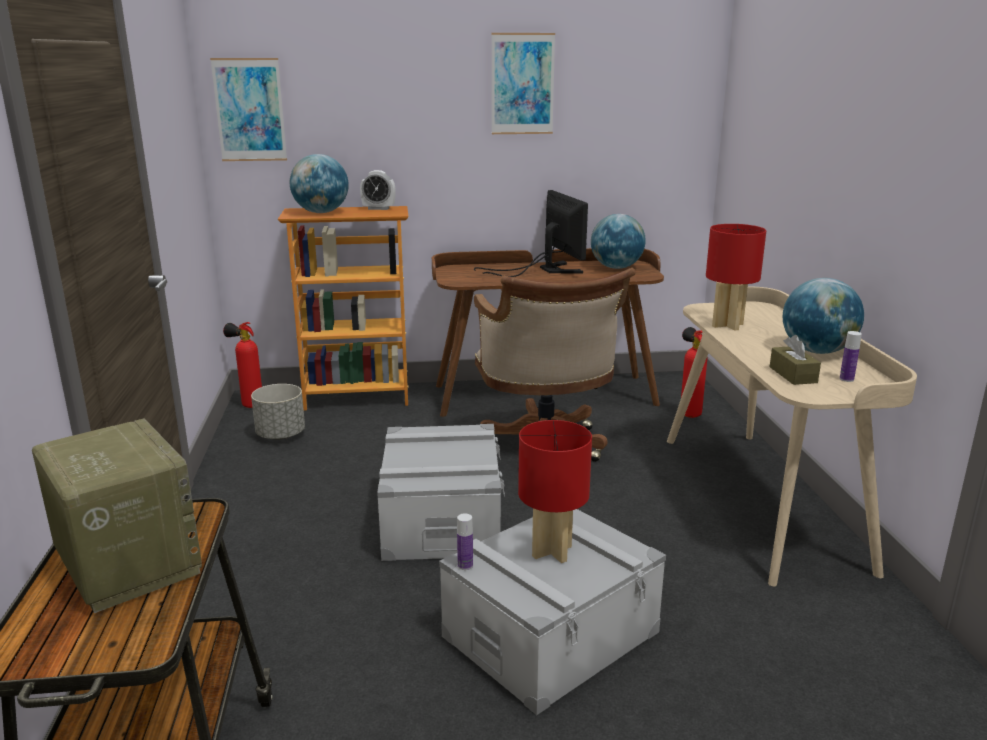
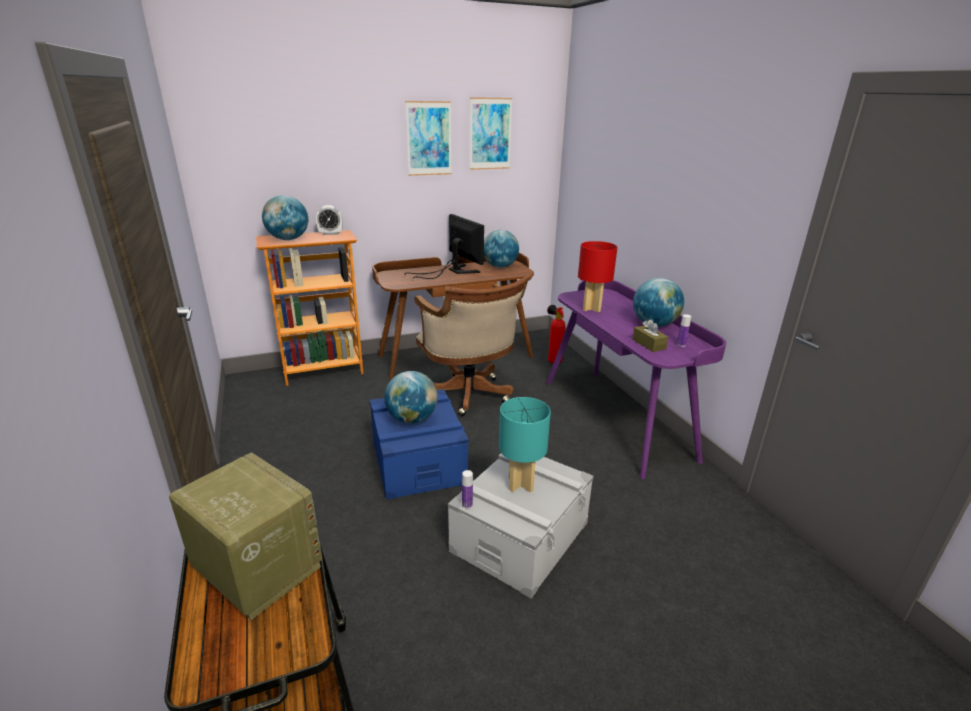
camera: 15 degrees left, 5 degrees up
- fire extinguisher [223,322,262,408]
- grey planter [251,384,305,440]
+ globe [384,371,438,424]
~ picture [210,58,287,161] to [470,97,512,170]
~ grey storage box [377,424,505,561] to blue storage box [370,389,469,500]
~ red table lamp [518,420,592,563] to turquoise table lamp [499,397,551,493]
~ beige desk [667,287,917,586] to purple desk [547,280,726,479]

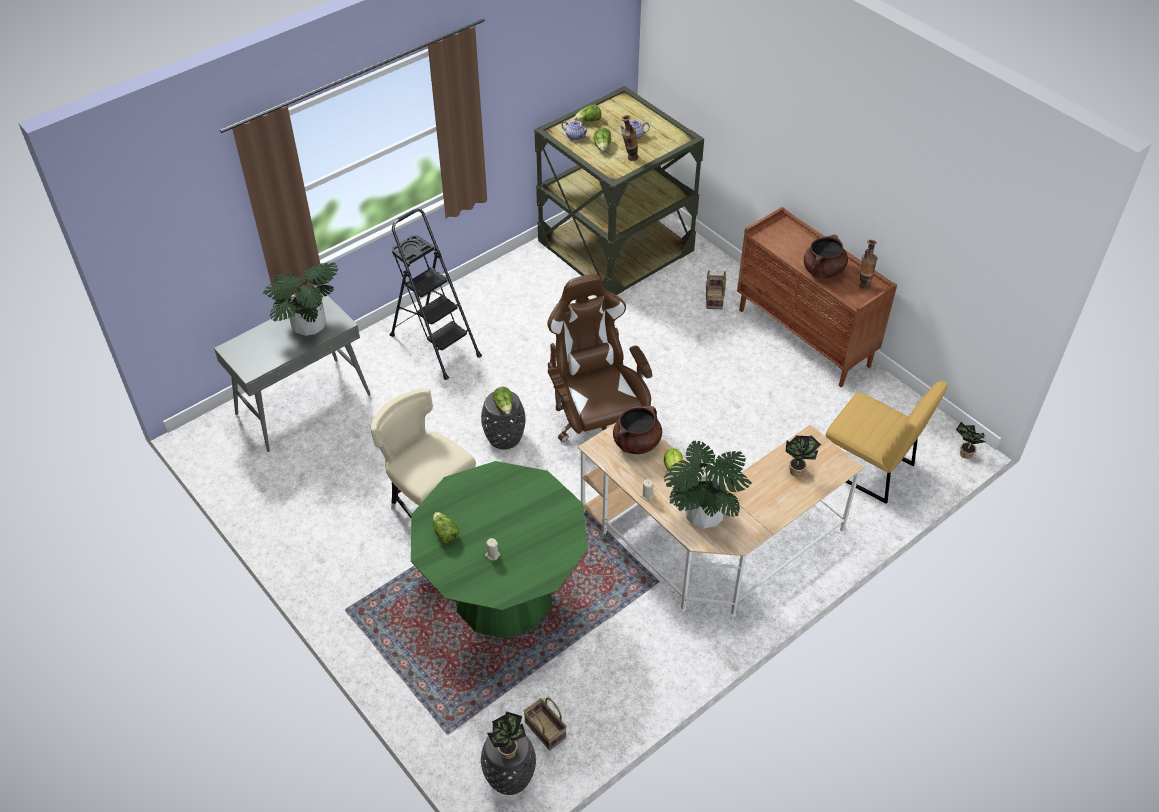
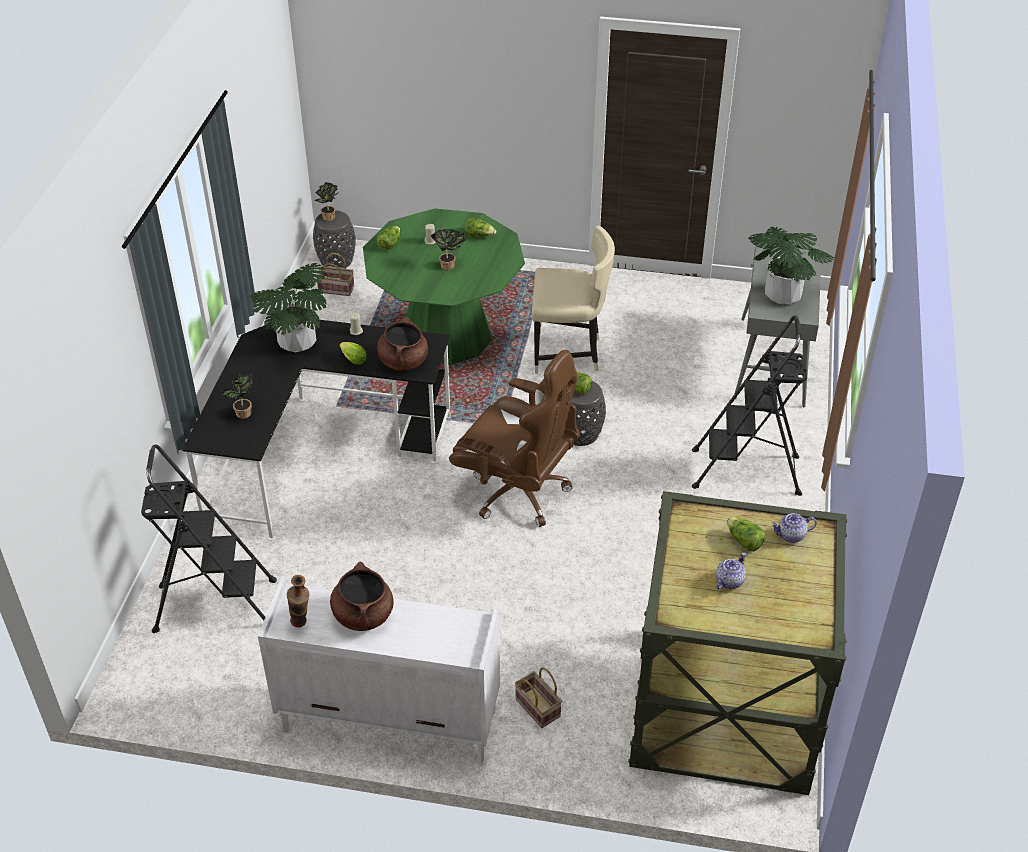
camera: 140 degrees right, 5 degrees down
- vase [621,115,638,161]
~ lettuce [574,104,601,122] to [377,226,401,250]
~ potted plant [956,422,986,459] to [431,229,465,270]
~ yellow chair [825,381,948,504] to step ladder [141,445,277,633]
~ beige desk [578,423,864,617] to black desk [182,320,450,541]
~ brown cabinet [737,207,897,387] to white cabinet [258,576,500,764]

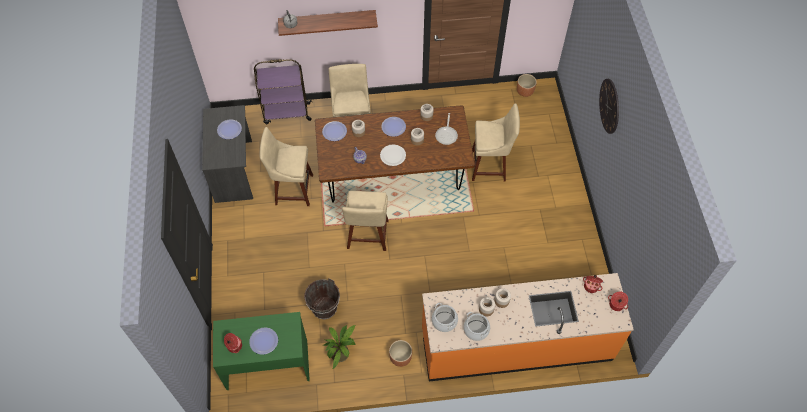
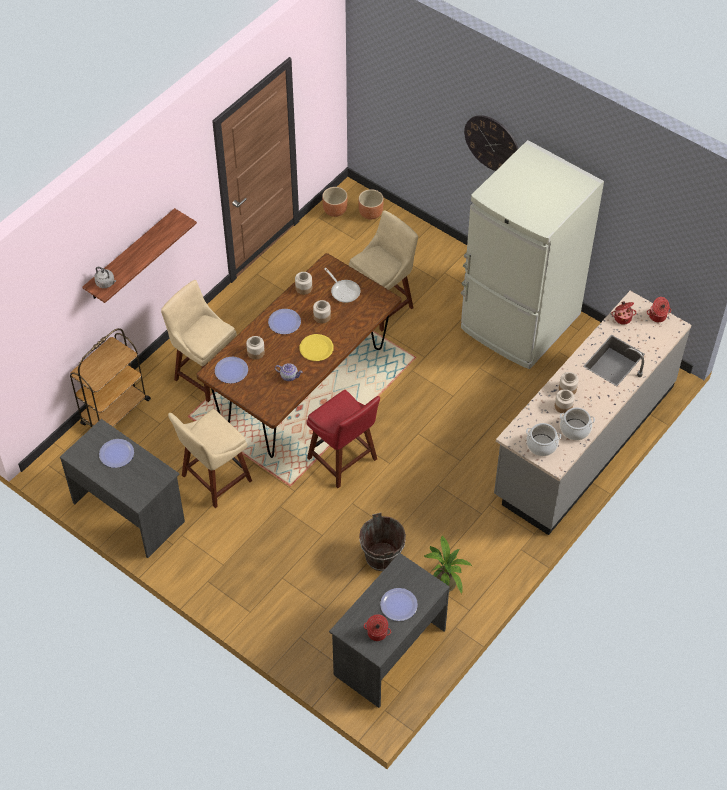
camera: 45 degrees left, 5 degrees down
+ white fridge [461,140,604,369]
~ brown planter [389,340,412,367] to [358,189,384,219]
~ green desk [213,312,310,390] to grey desk [329,553,450,708]
~ purple cart [254,59,312,124] to brown cart [70,328,151,427]
~ beige chair [342,191,389,251] to red chair [307,390,380,488]
~ white plate [380,144,406,166] to yellow plate [299,334,334,361]
~ orange counter [422,273,634,381] to grey counter [494,291,692,535]

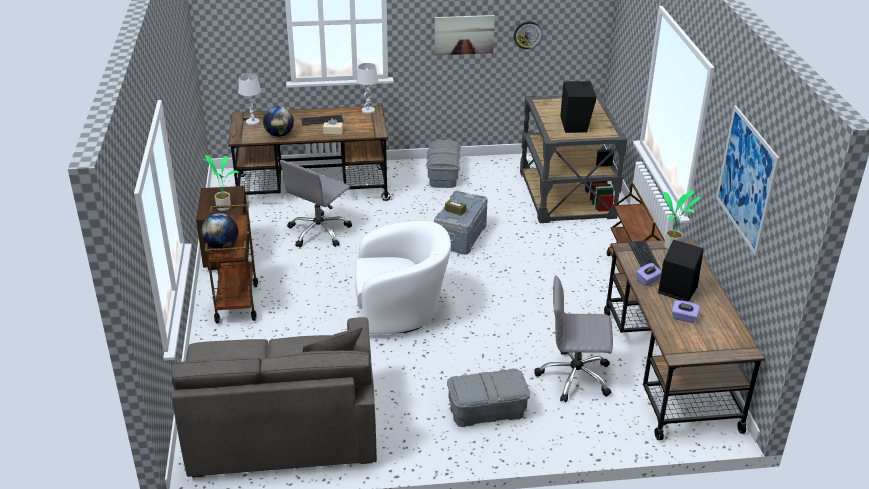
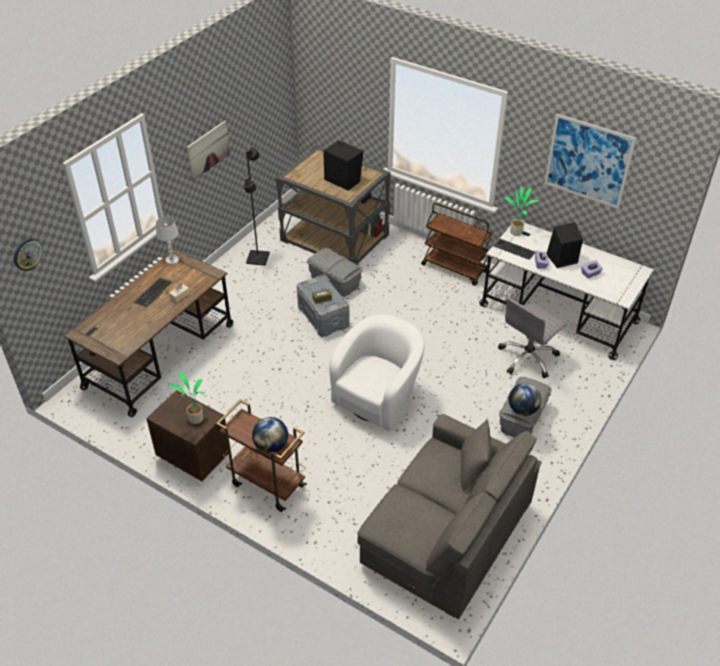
camera: 50 degrees left, 10 degrees up
- white table lamp [238,73,261,125]
- grey office chair [280,160,352,247]
+ black floor lamp [243,147,270,266]
~ globe [263,106,294,137] to [509,383,541,416]
~ grey storage box [426,140,461,188] to [307,248,363,297]
~ wall clock [514,21,543,49] to [14,238,43,271]
~ brown desk [604,239,765,441] to white desk [479,222,654,360]

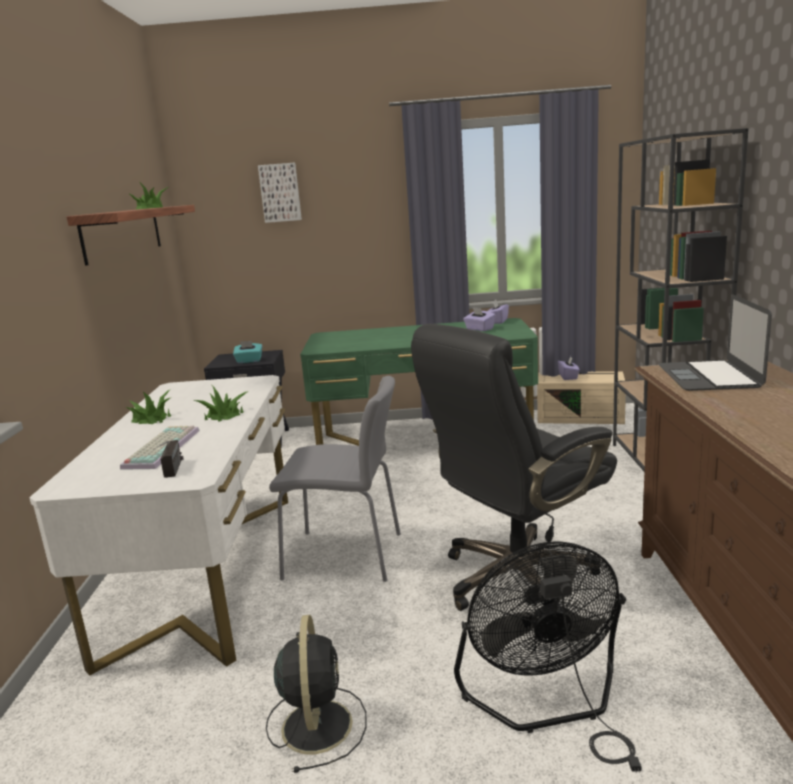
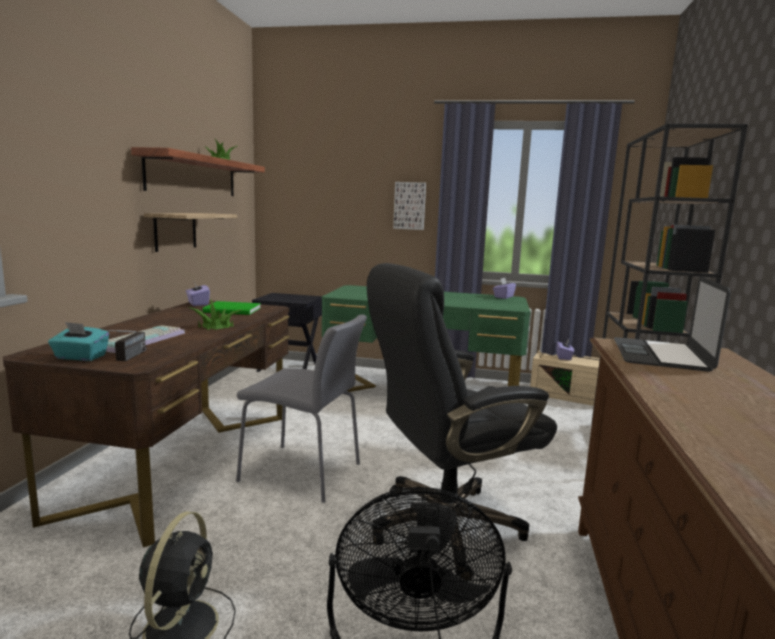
camera: 10 degrees right, 5 degrees down
- potted plant [126,389,171,424]
+ shelf [144,213,237,252]
+ green book [203,301,261,315]
~ turquoise tissue box [233,341,262,363] to [48,322,109,361]
~ picture [258,163,302,223] to [393,182,426,230]
~ purple tissue box [463,307,496,331] to [186,282,210,306]
~ white desk [29,375,288,676] to brown desk [3,300,289,547]

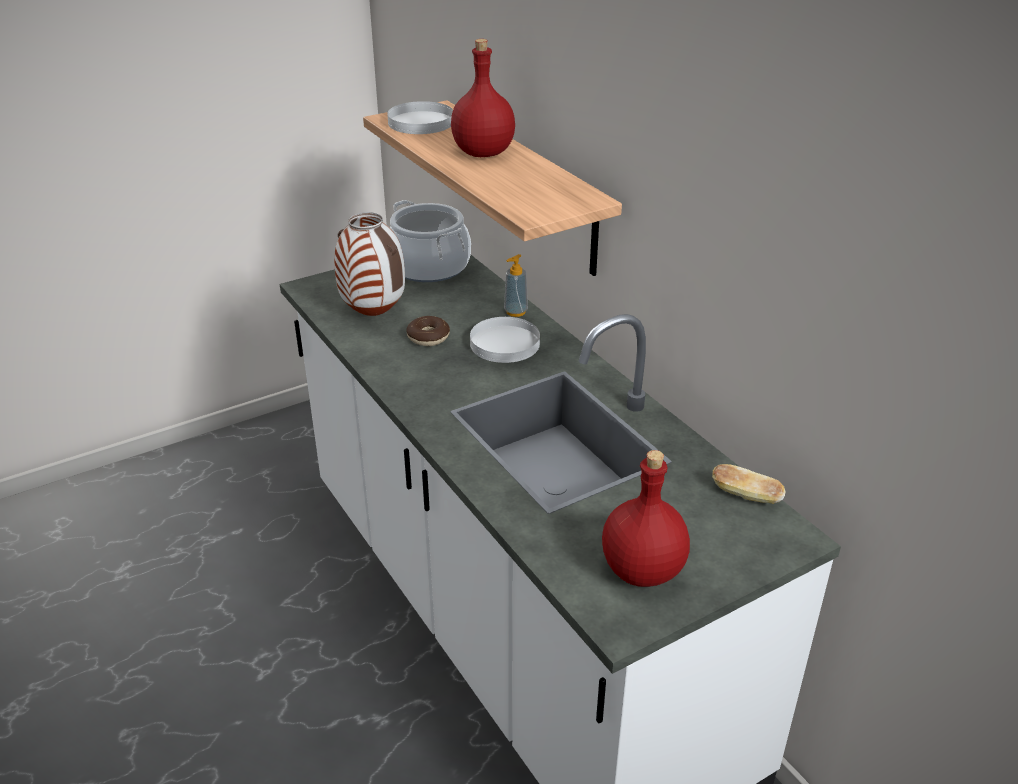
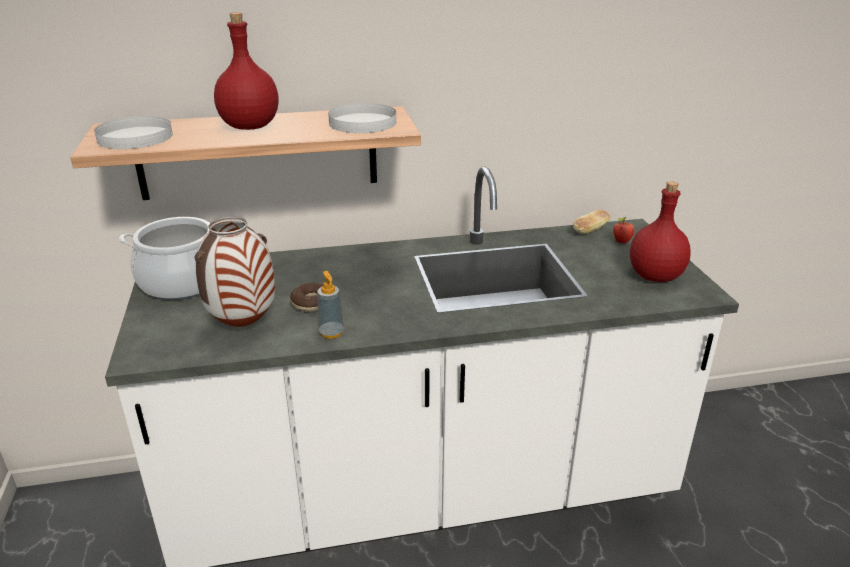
camera: 70 degrees left, 5 degrees down
+ apple [613,217,635,244]
~ white plate [470,317,540,363] to [328,103,396,133]
~ soap dispenser [504,254,528,317] to [317,271,344,339]

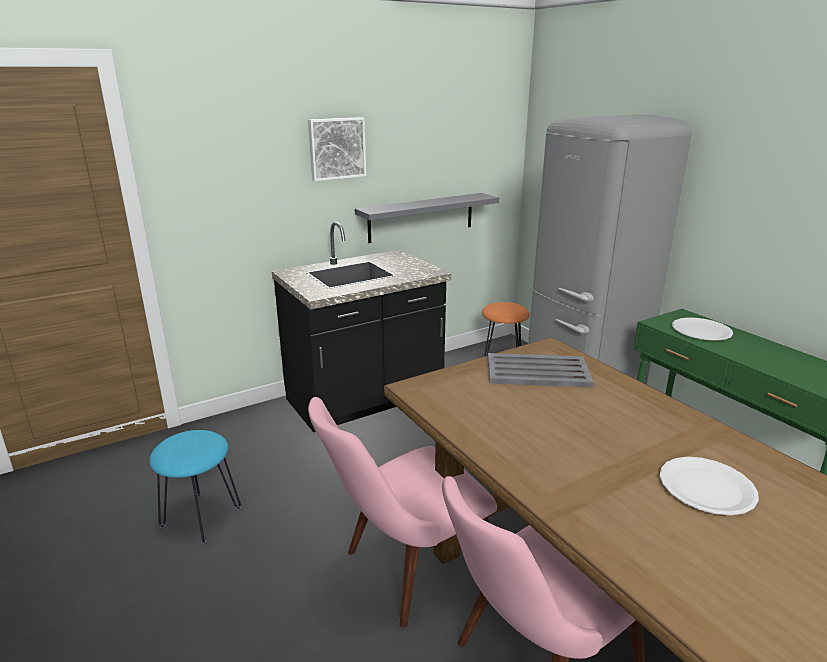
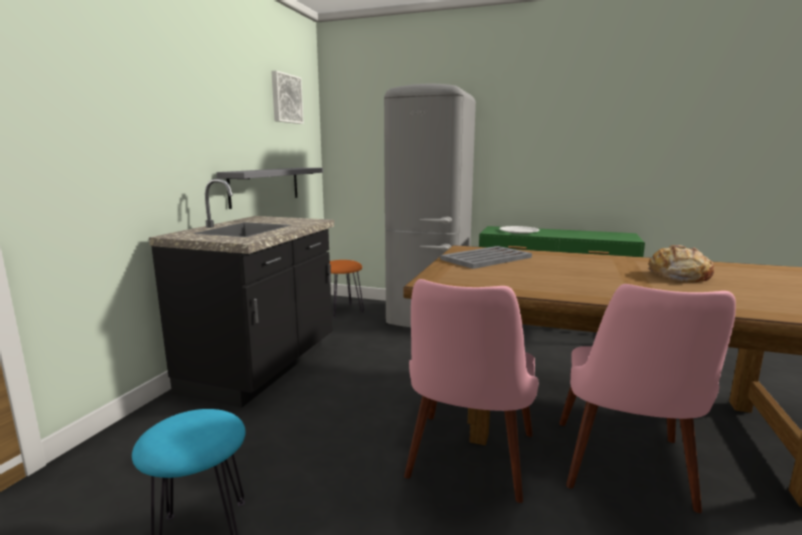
camera: 40 degrees left, 10 degrees down
~ picture [308,117,366,181] to [271,71,304,124]
~ white plate [660,457,759,515] to bread [648,245,714,282]

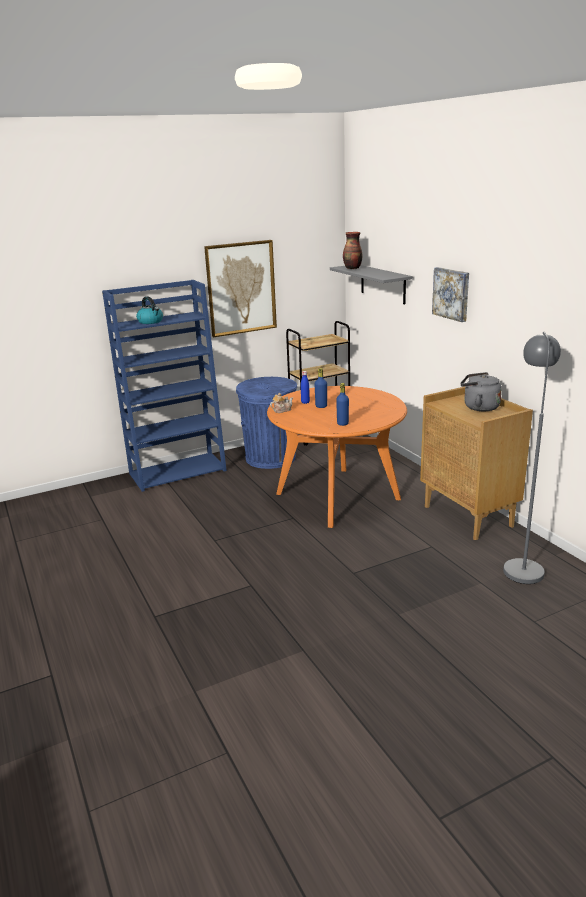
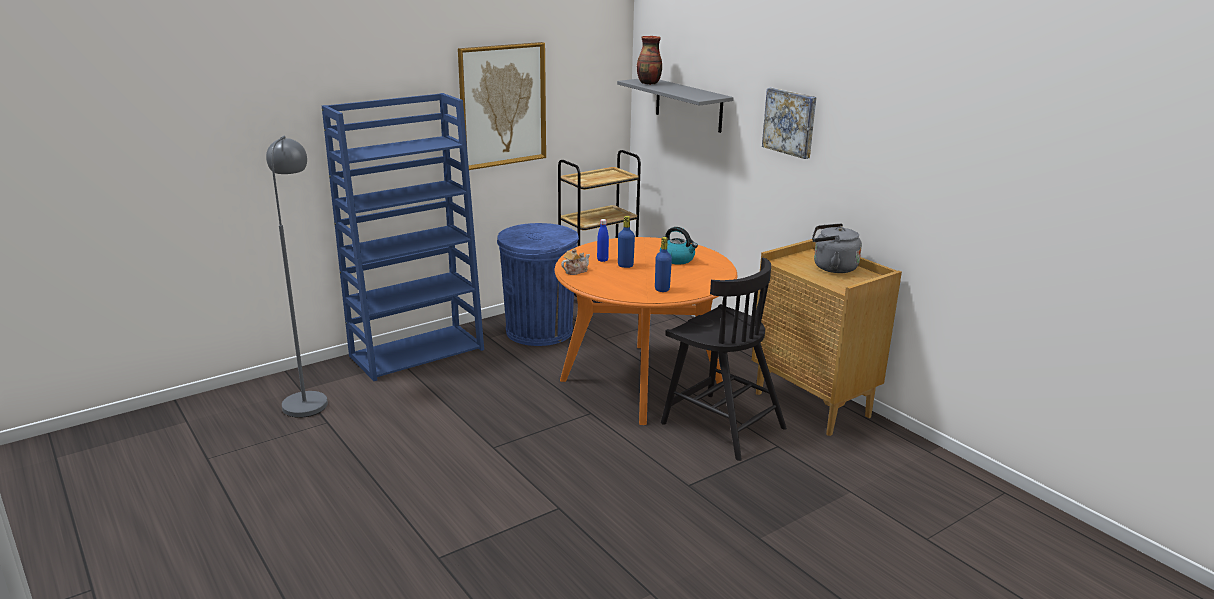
camera: 10 degrees left, 0 degrees up
+ black chair [661,258,787,461]
~ kettle [136,296,163,324] to [660,227,698,264]
~ grey floor lamp [503,332,561,584] to [266,136,328,418]

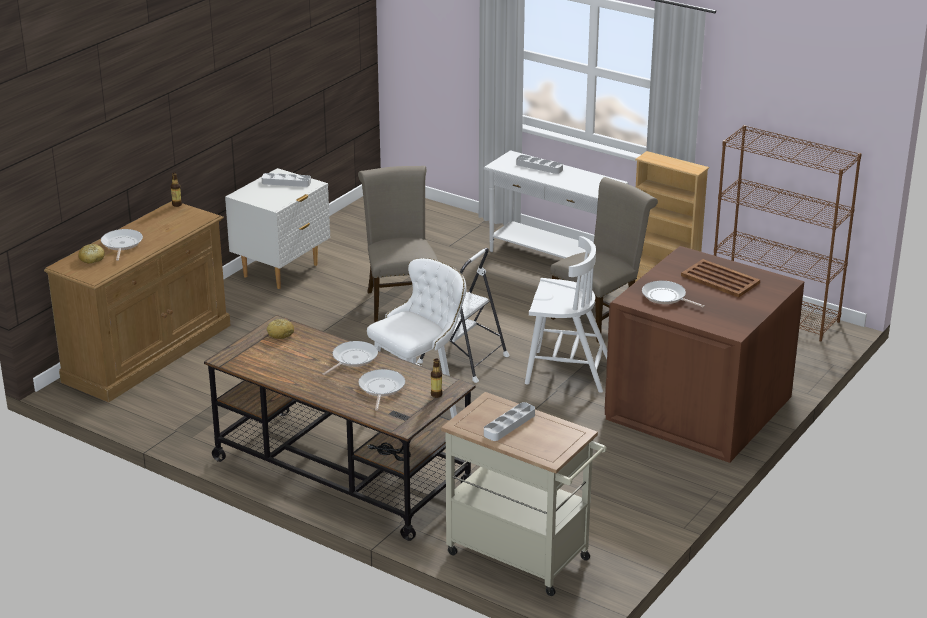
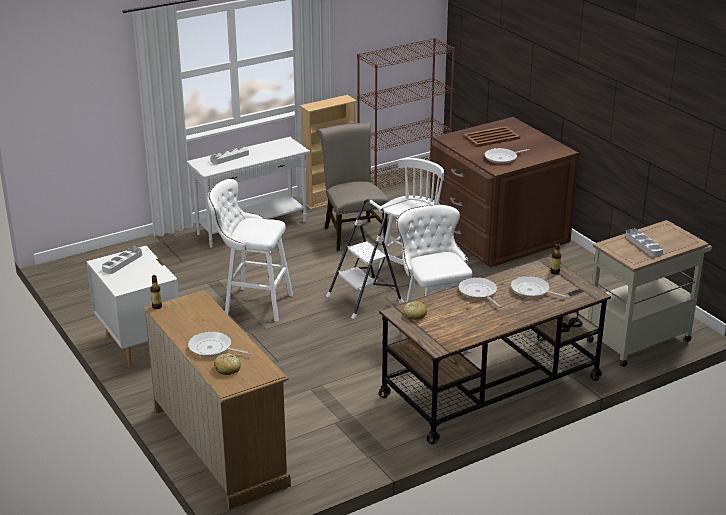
camera: 65 degrees left, 0 degrees up
~ beige chair [358,166,438,322] to white stool [207,179,293,322]

